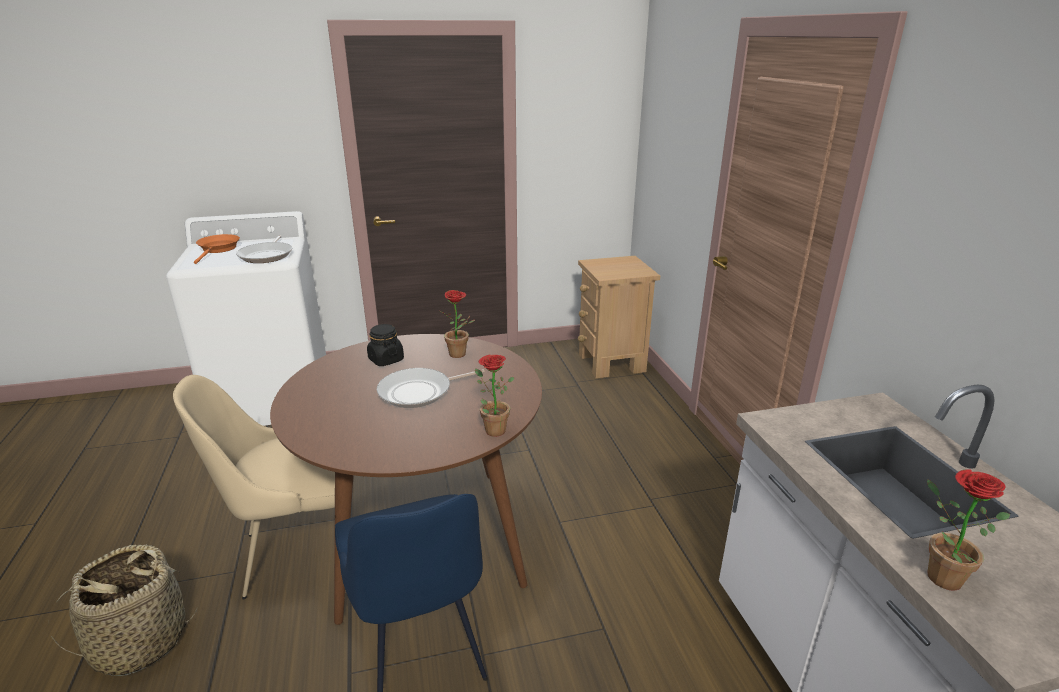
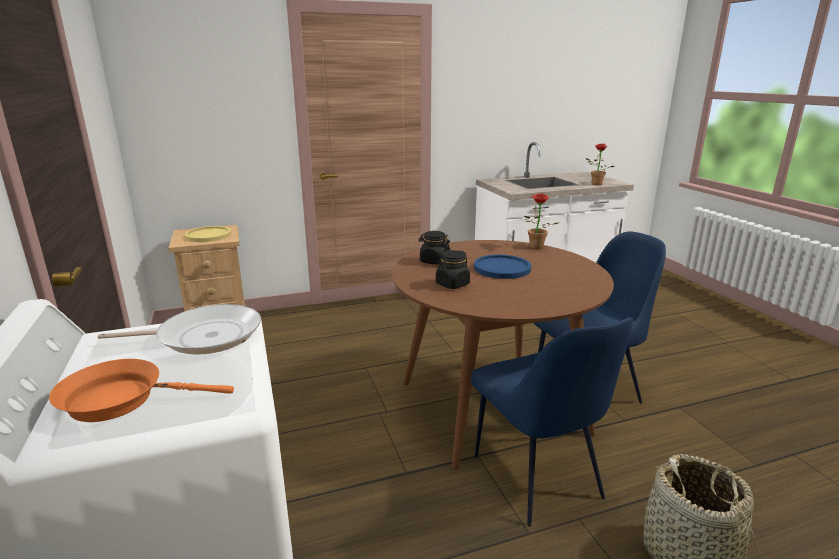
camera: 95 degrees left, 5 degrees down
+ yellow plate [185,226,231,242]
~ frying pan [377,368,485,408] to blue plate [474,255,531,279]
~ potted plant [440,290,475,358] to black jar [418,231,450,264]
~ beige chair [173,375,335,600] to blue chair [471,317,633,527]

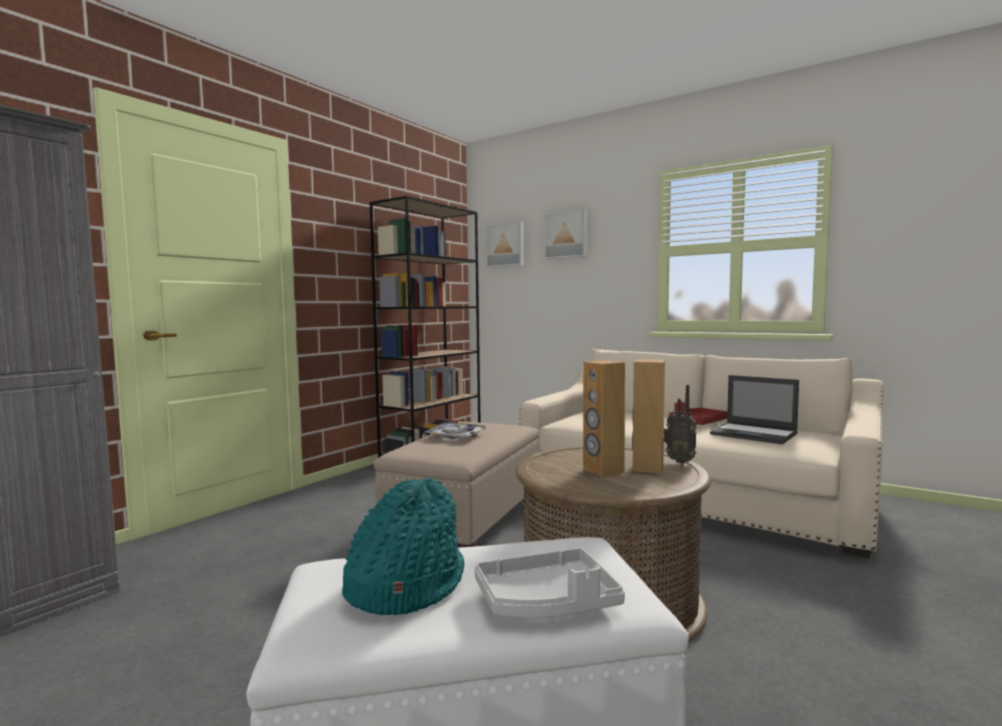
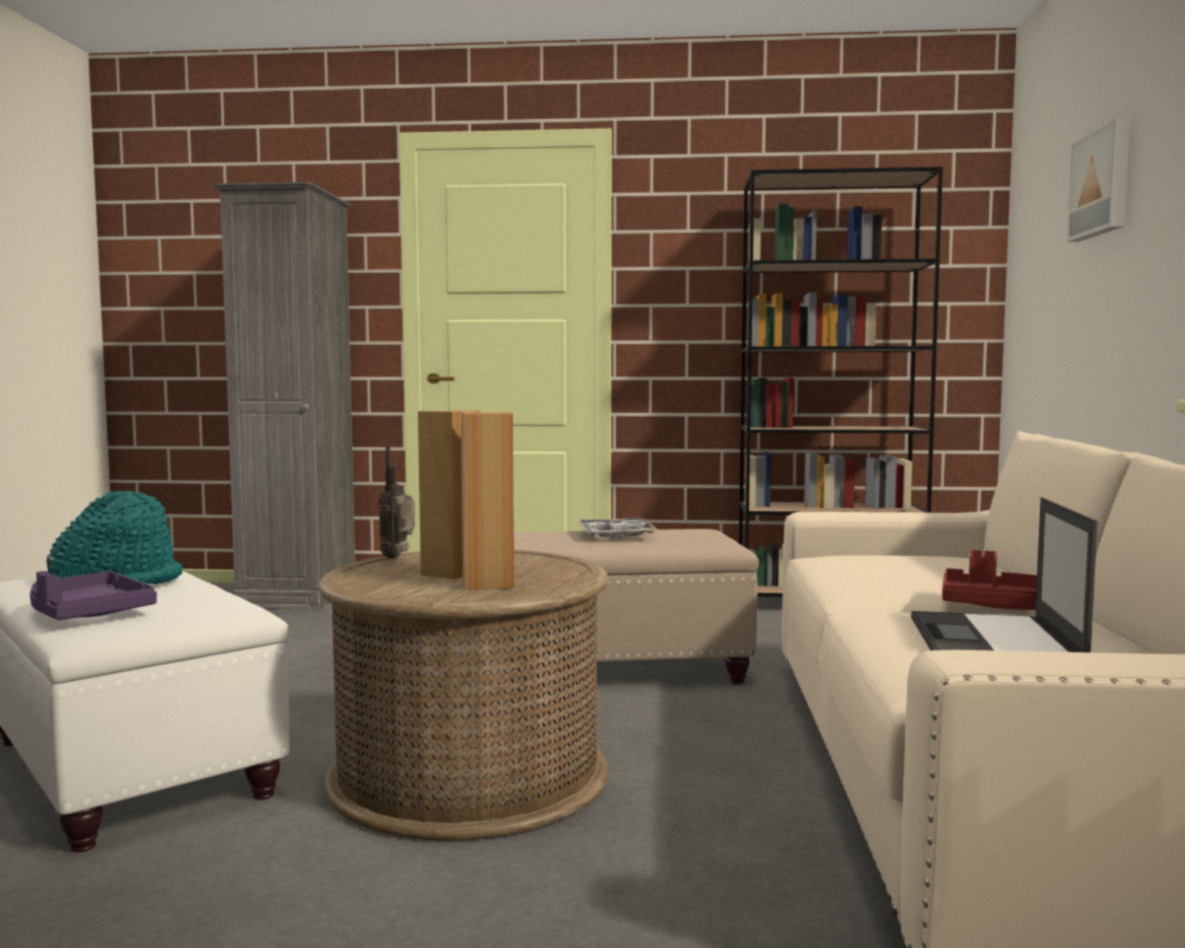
camera: 60 degrees right, 0 degrees up
- picture [485,221,524,268]
~ radio [664,385,697,463] to [379,446,415,559]
~ grey tray [474,548,625,618] to purple tray [30,571,157,620]

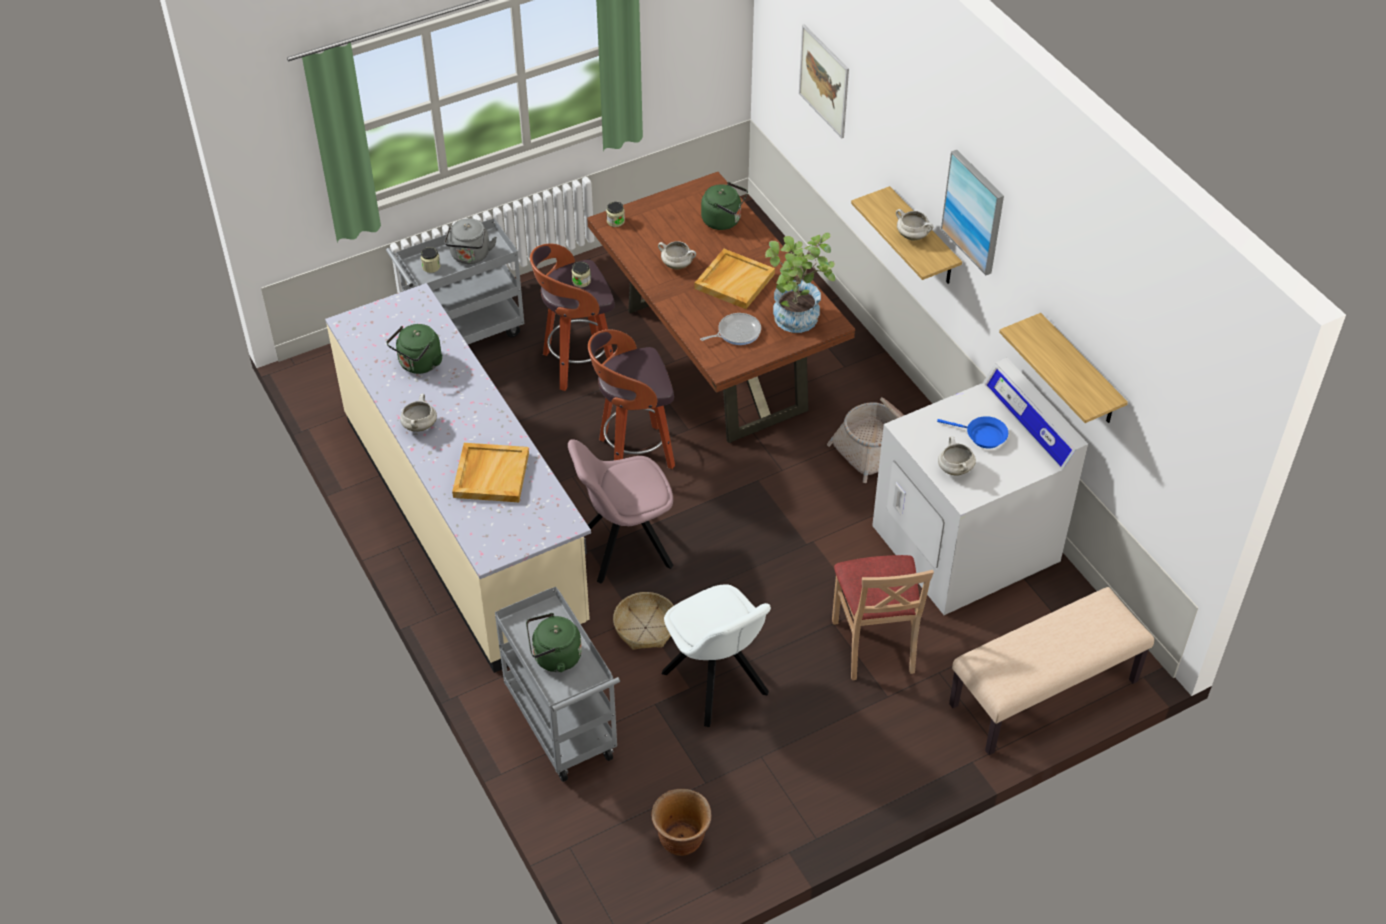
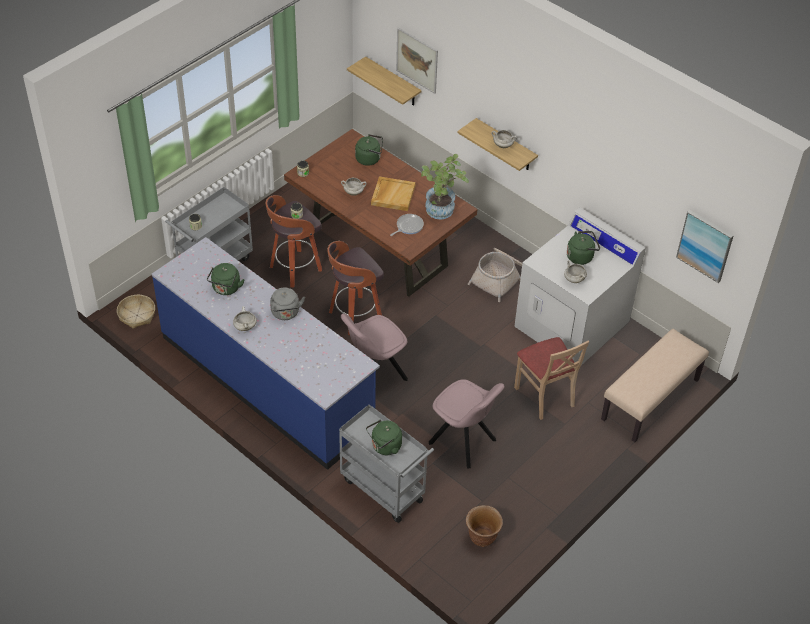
camera: 20 degrees left, 0 degrees up
- beige tray [452,443,529,502]
~ grey kettle [445,218,497,264] to [270,288,305,320]
~ basket [613,592,674,650] to [117,295,155,329]
~ picture [941,150,1004,275] to [676,210,733,283]
~ shelf [999,313,1128,423] to [347,56,422,106]
~ blue frying pan [937,416,1008,448] to green kettle [567,231,600,265]
~ beige counter [325,283,591,673] to blue counter [152,237,380,470]
~ white chair [662,584,771,727] to pink chair [429,379,505,468]

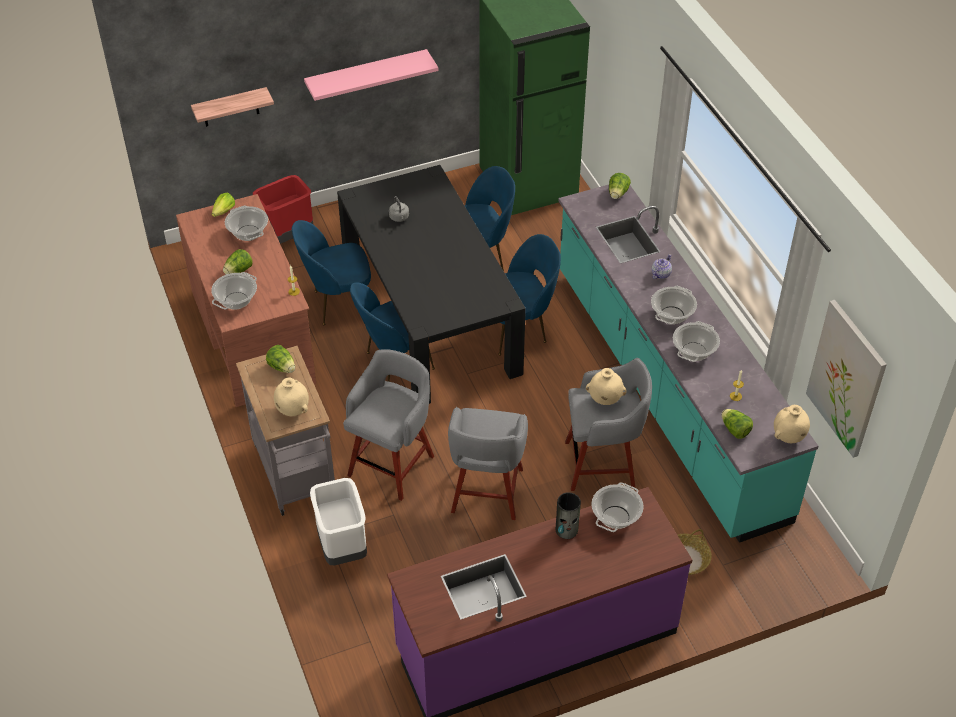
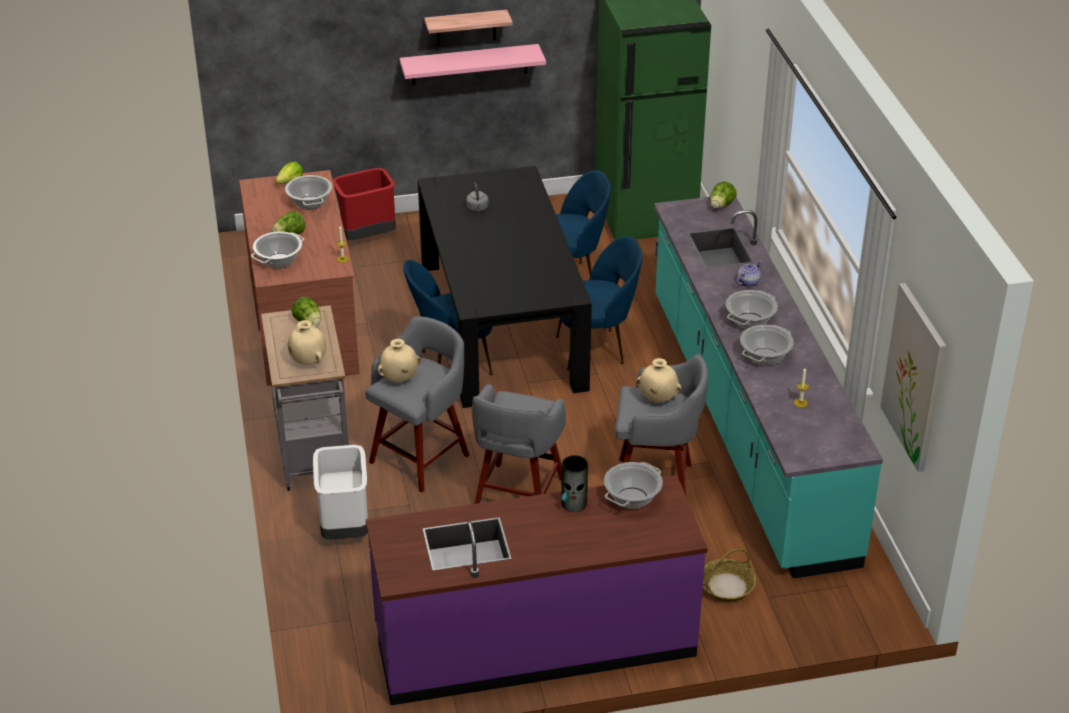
camera: 10 degrees right, 10 degrees down
- blue chair [292,220,371,325]
- lettuce [721,409,753,439]
~ shelf [191,87,274,127] to [424,10,513,46]
~ beige vase [774,405,810,443] to [377,339,421,382]

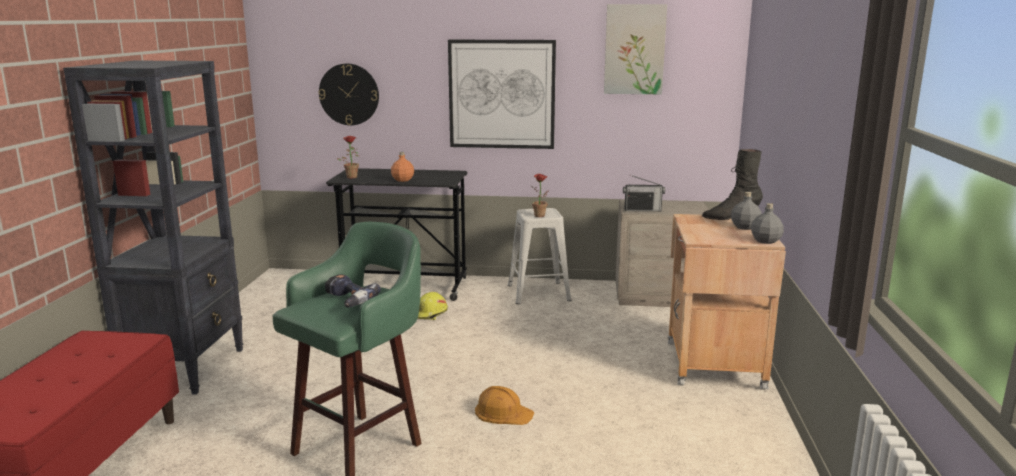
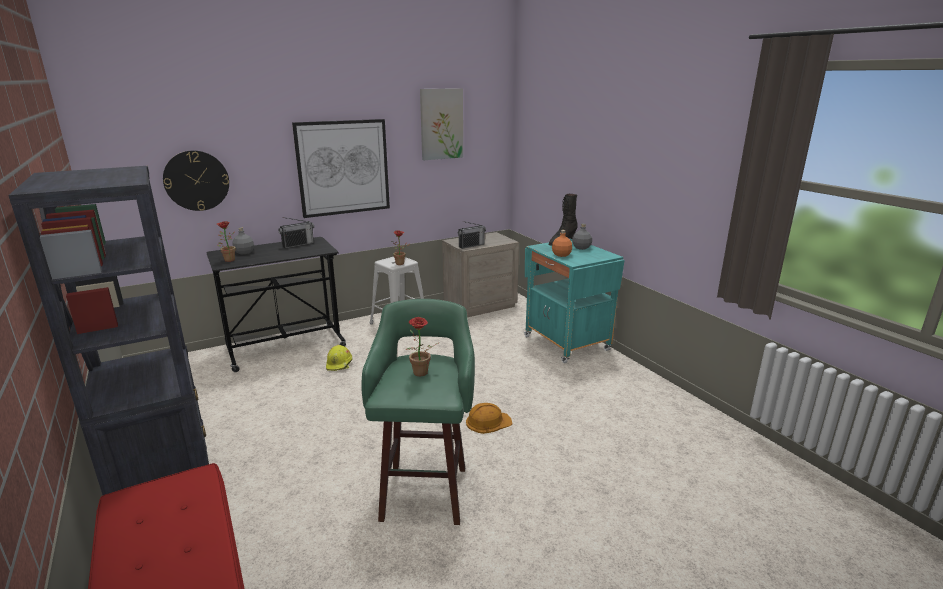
camera: 35 degrees left, 5 degrees up
+ radio [278,217,314,249]
~ orange bottle [391,152,414,182] to [552,230,572,257]
~ grey bottle [751,203,784,244] to [232,227,254,254]
~ power drill [325,274,381,307] to potted plant [406,317,440,376]
~ brown cart [667,214,786,390] to turquoise cart [524,239,625,363]

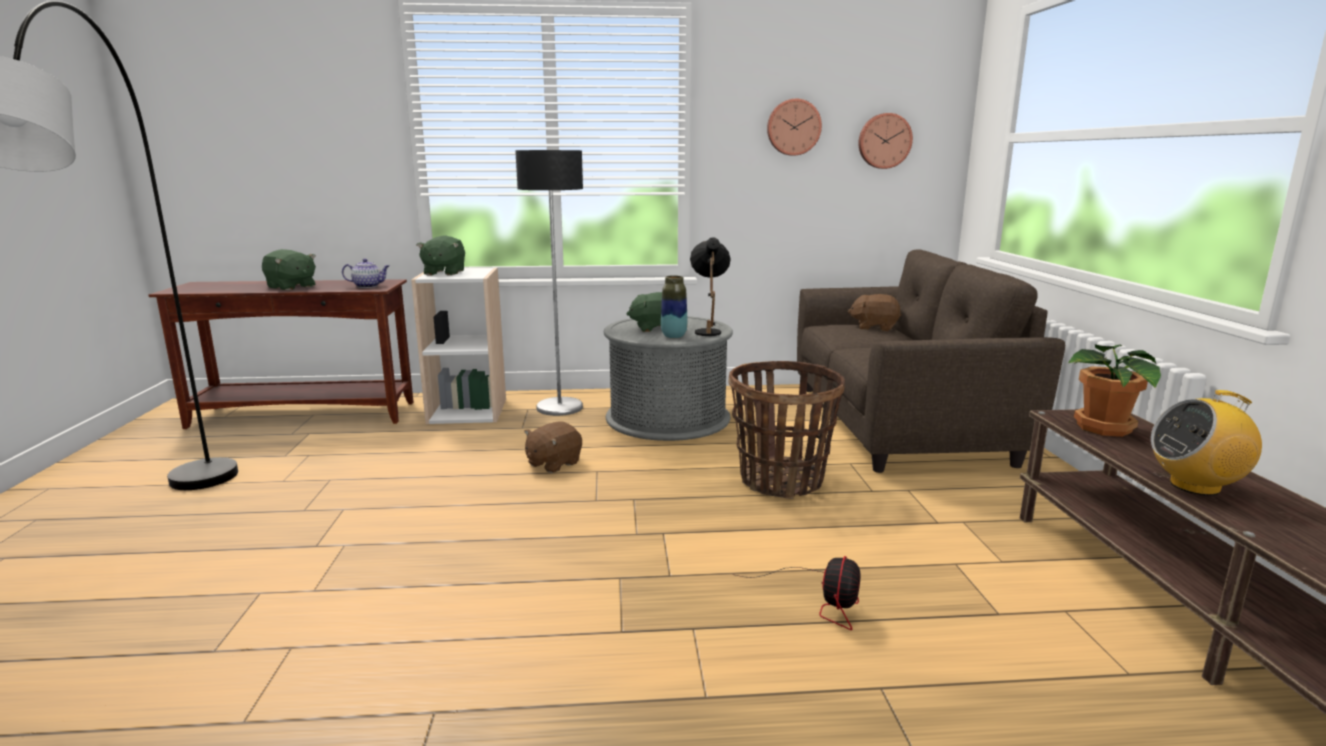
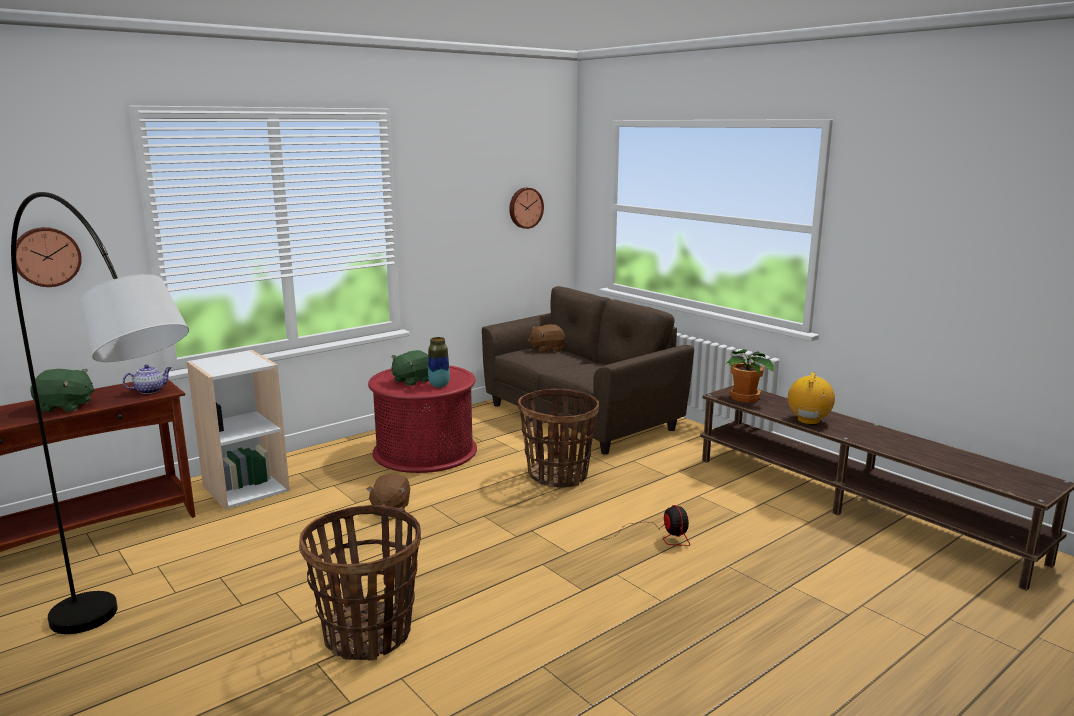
camera: 35 degrees left, 0 degrees up
- green plush toy [417,236,465,275]
- floor lamp [515,150,583,416]
- black table lamp [690,237,731,336]
+ basket [299,505,421,661]
~ wall clock [767,99,822,156] to [16,227,82,287]
~ grey coffee table [604,316,733,441] to red coffee table [368,365,477,473]
~ radio [1151,390,1262,496] = [788,372,835,425] 150 degrees clockwise

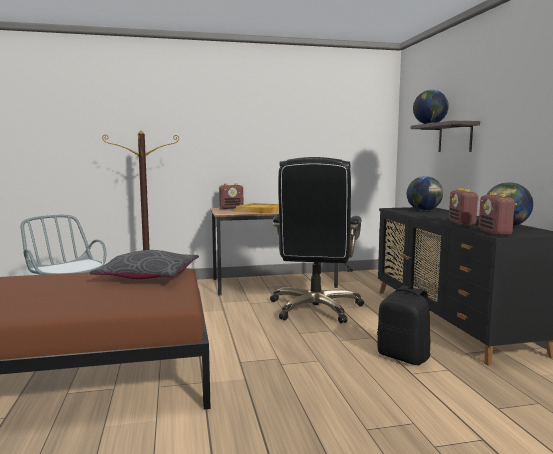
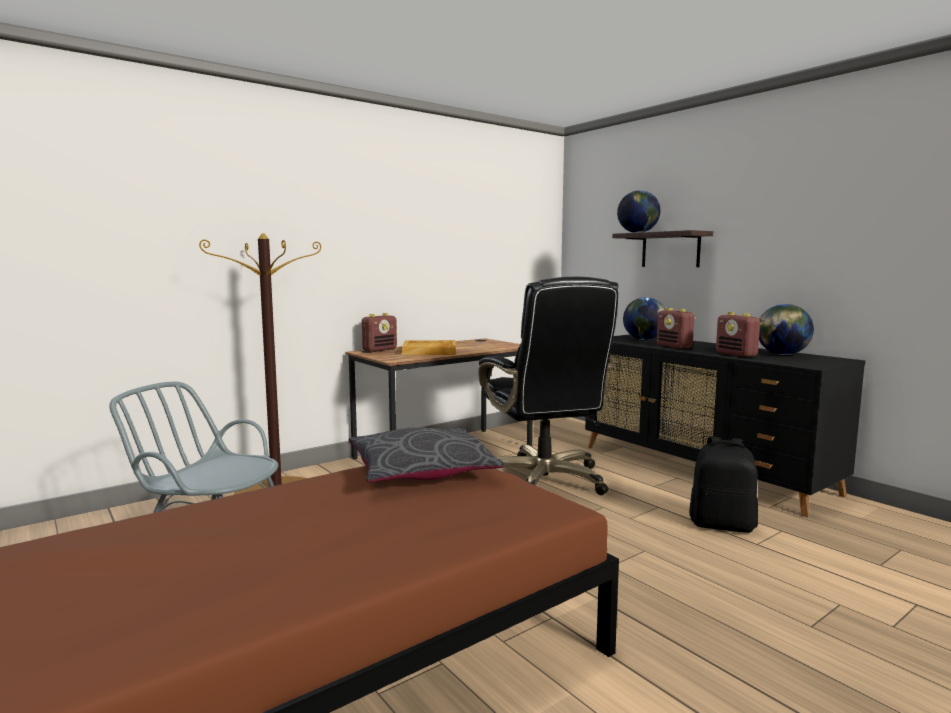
camera: 25 degrees left, 0 degrees up
~ radio [479,192,517,236] to [657,308,695,349]

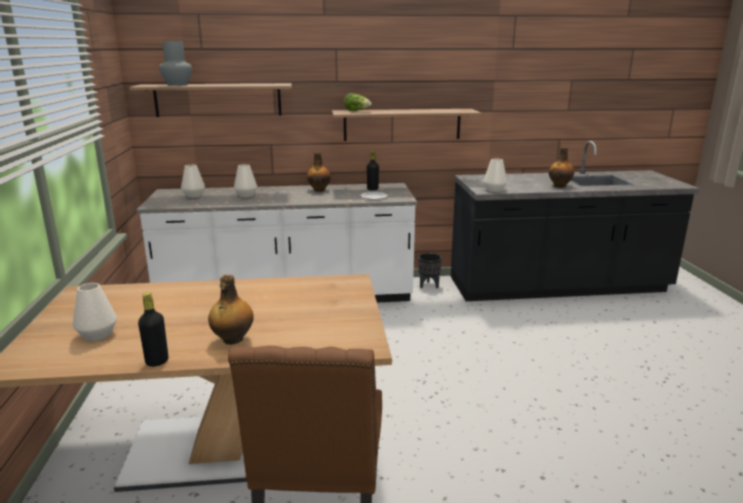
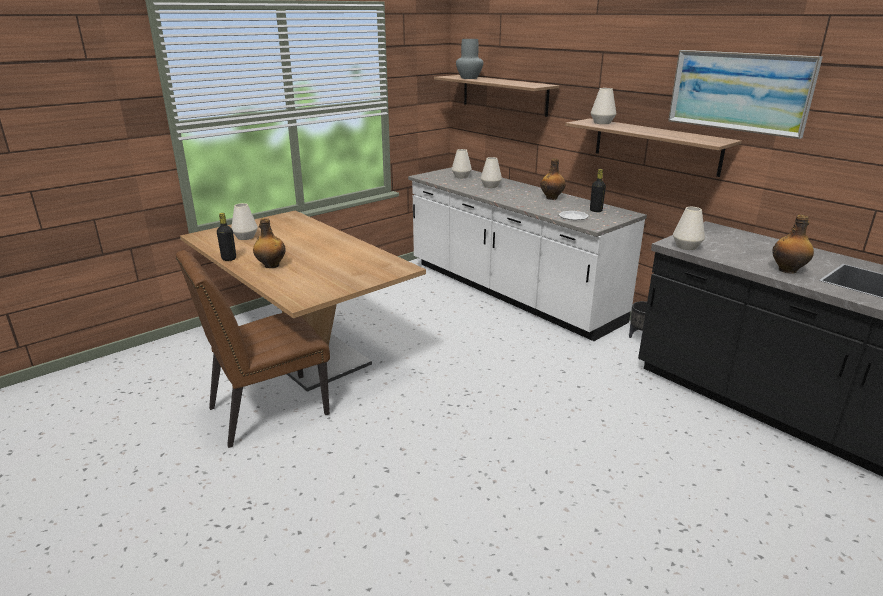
camera: 55 degrees right, 5 degrees up
+ picture [668,50,823,139]
~ lettuce [344,93,372,111] to white vase [591,88,616,124]

